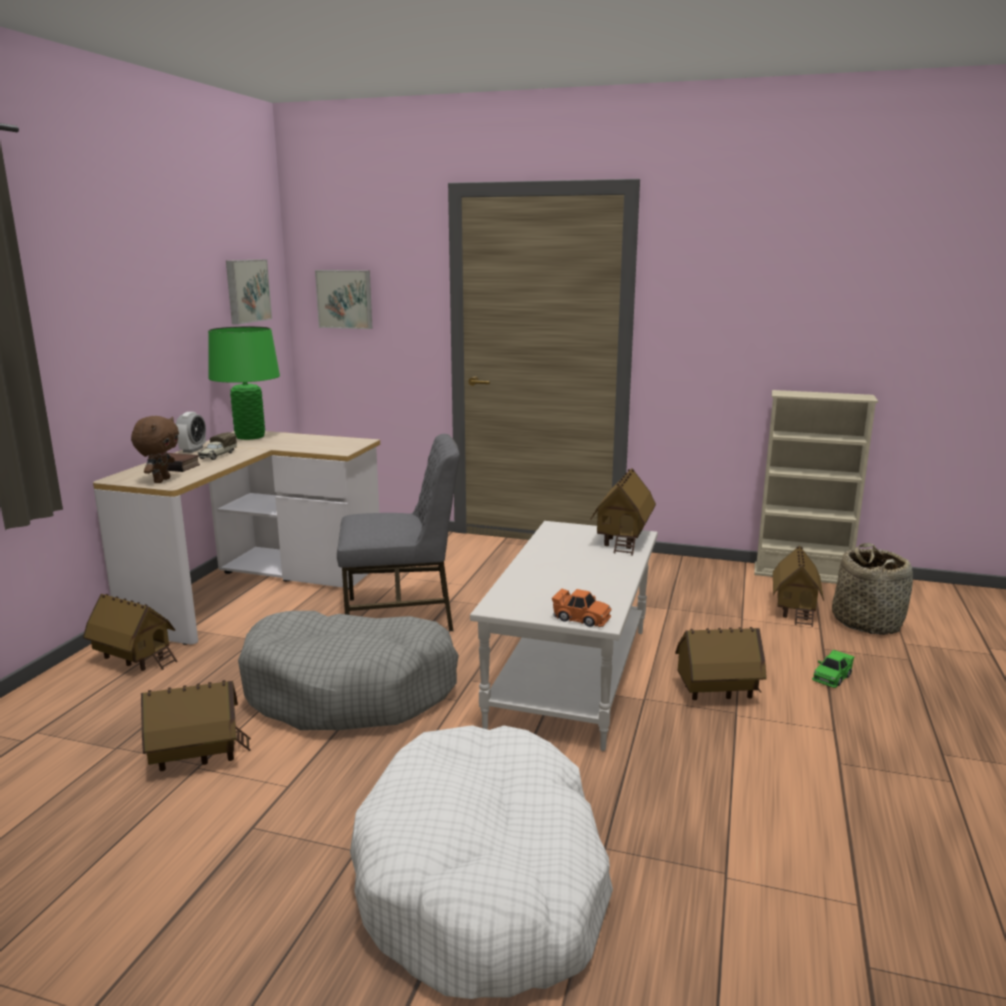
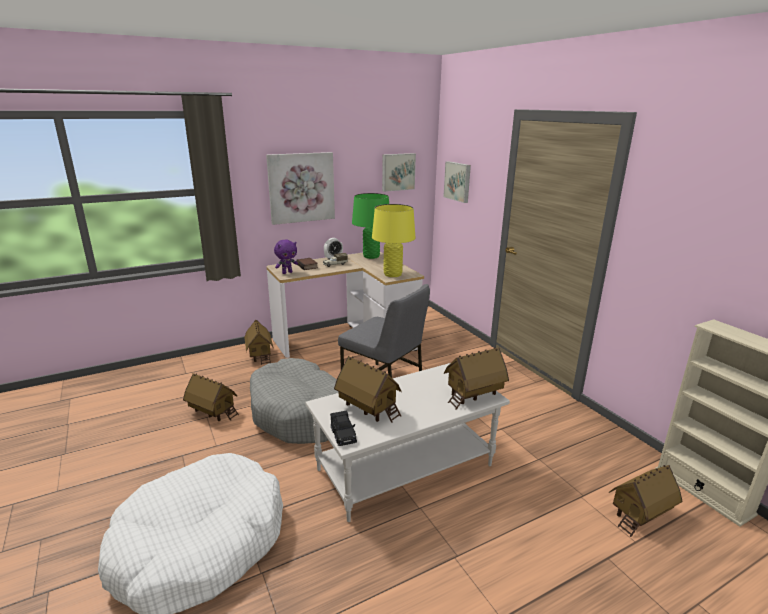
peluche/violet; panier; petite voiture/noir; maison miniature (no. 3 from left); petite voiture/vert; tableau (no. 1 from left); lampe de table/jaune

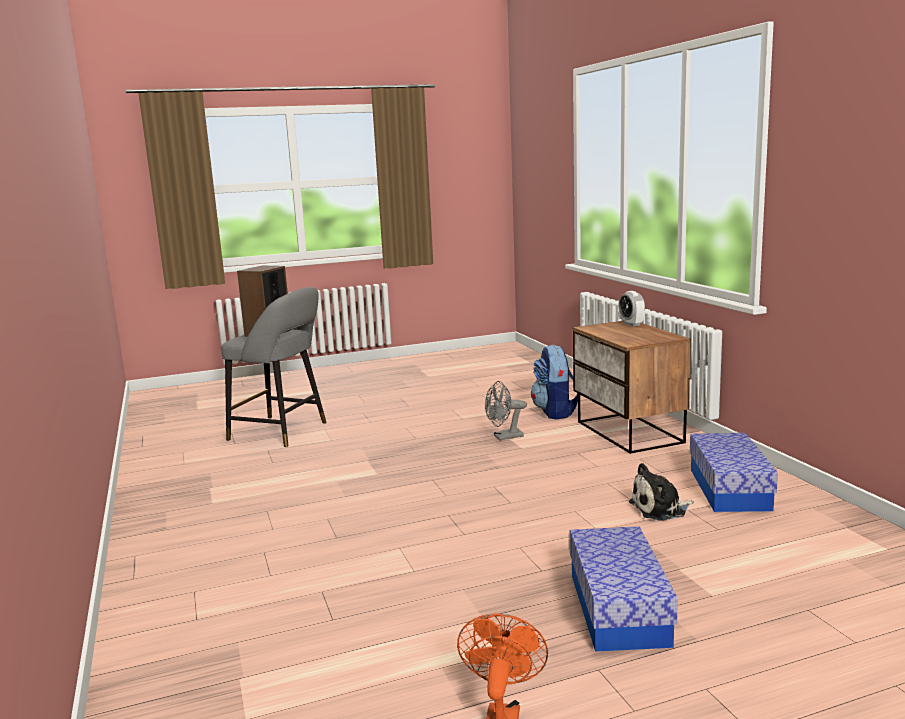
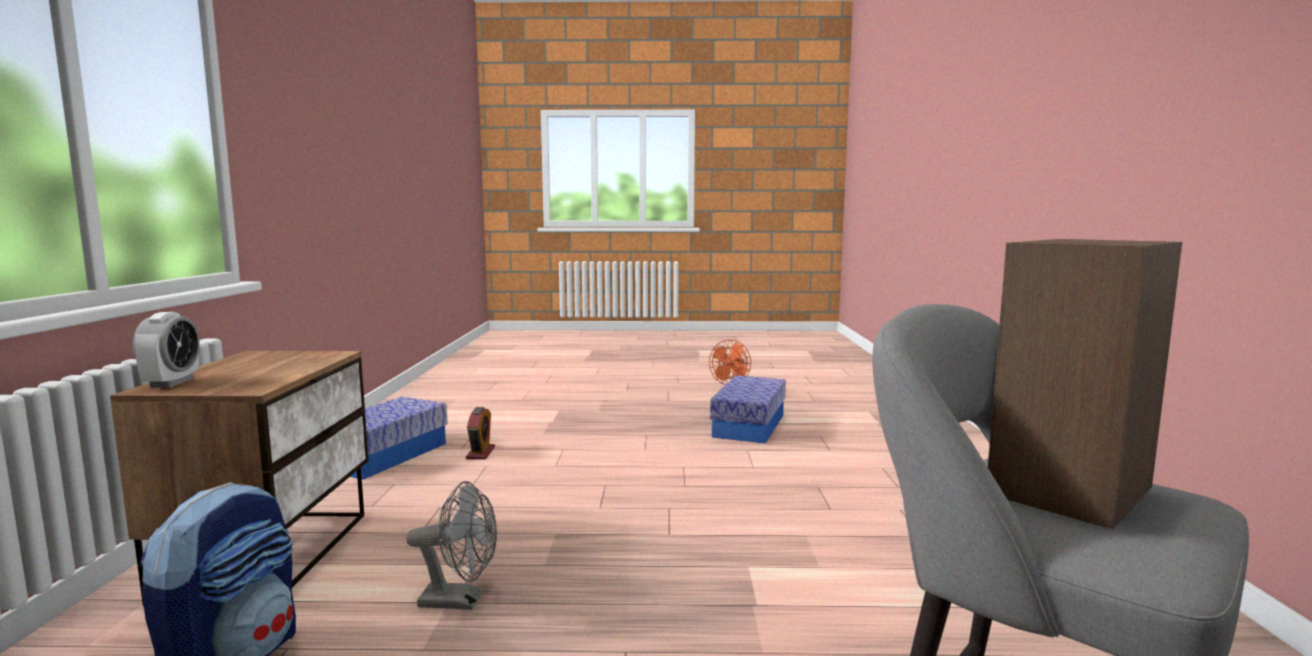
réveil (no. 2 from left); boîte de rangement (no. 2 from left)

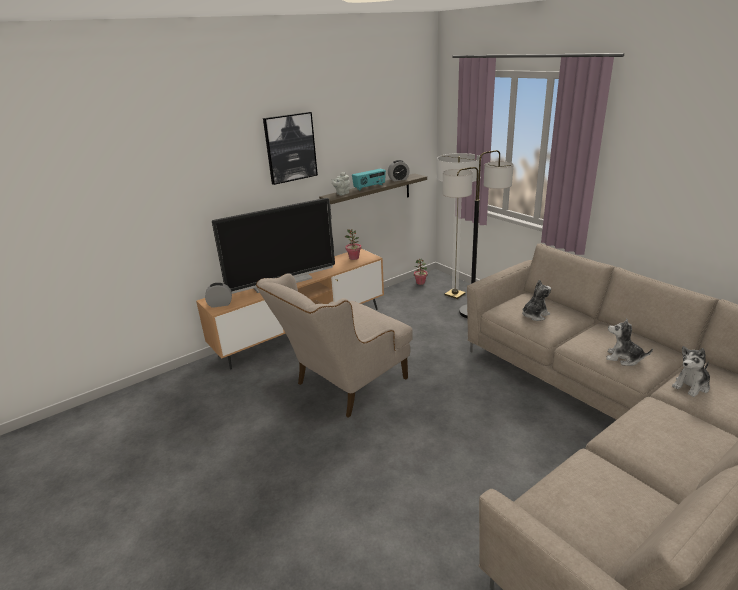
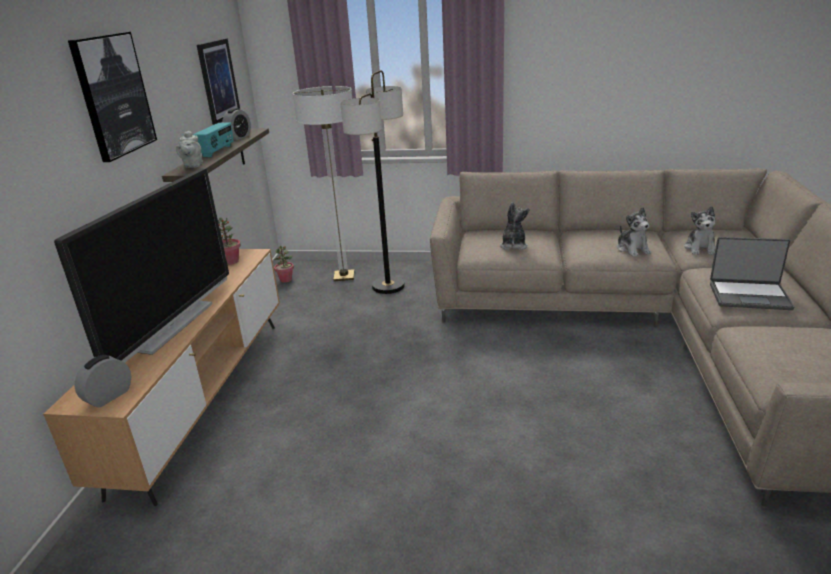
fauteuil/beige; peluche (no. 2 from left); tableau (no. 2 from left); ordinateur portable

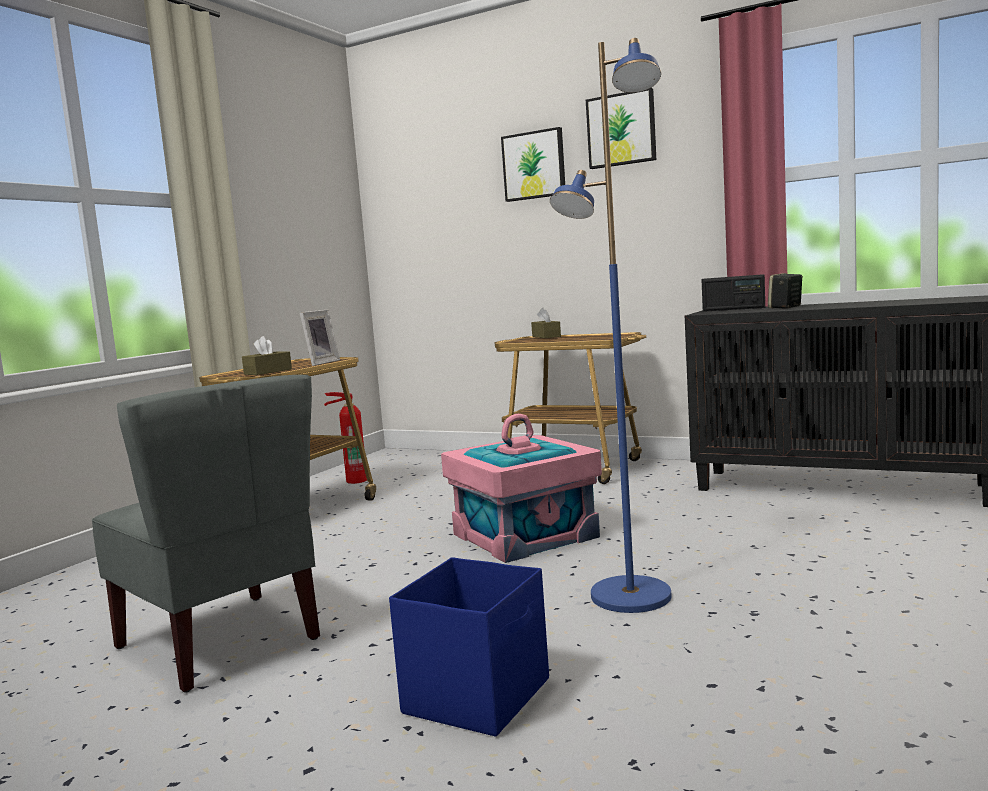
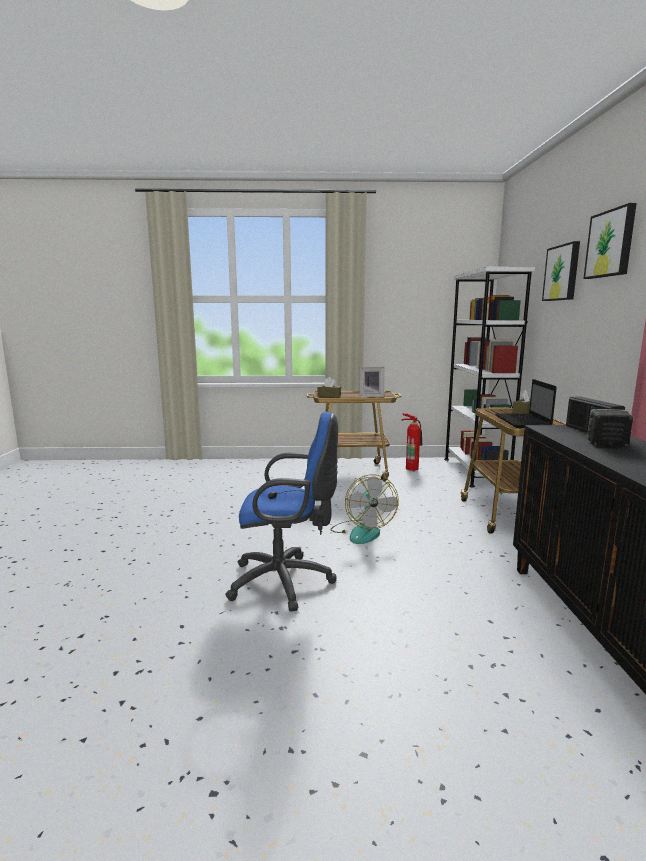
chaise de bureau/bleu; chaise/gris; ventilateur; boîte de rangement/bleu; bibliothèque/blanc; ordinateur portable

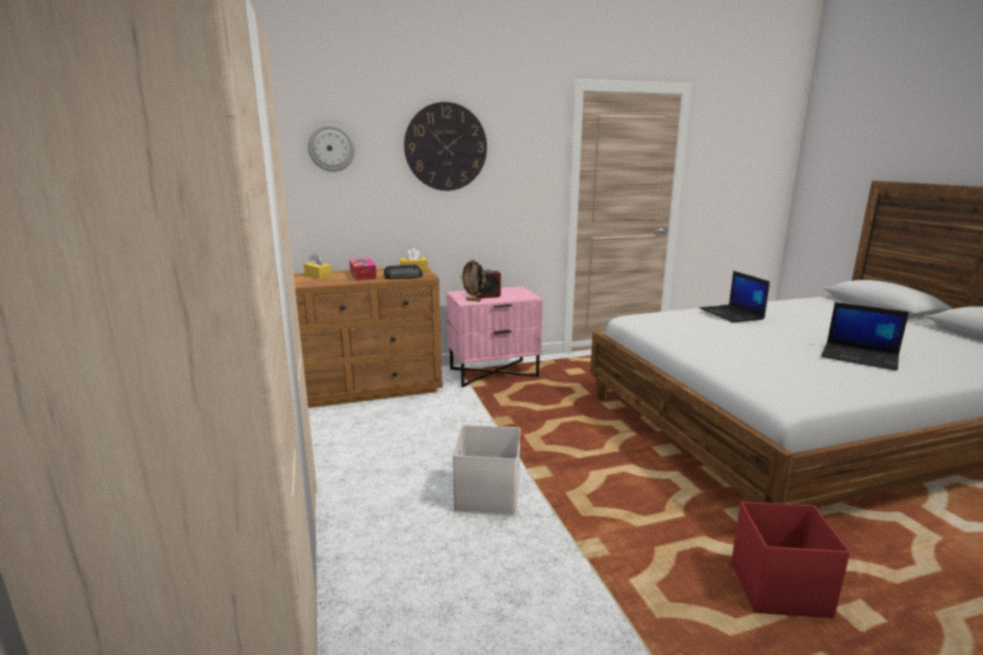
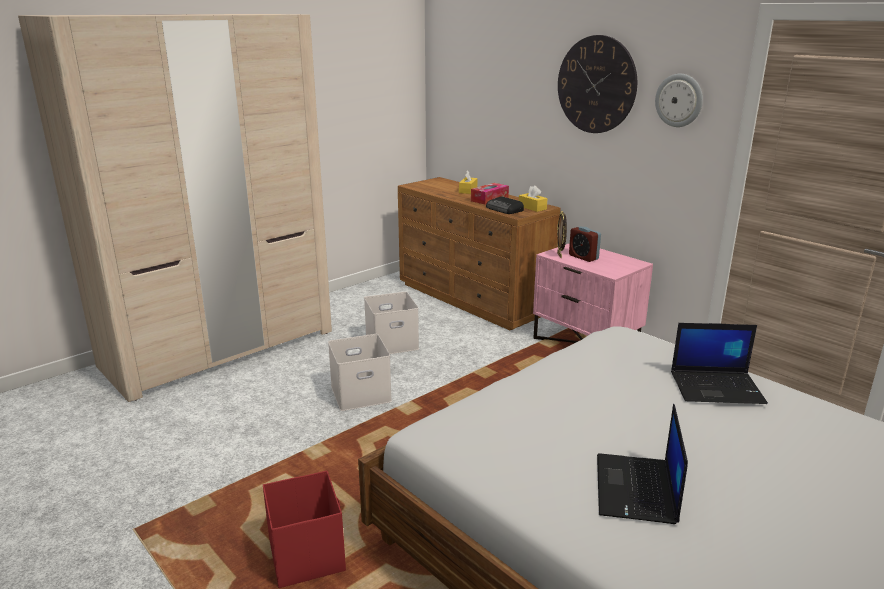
horloge murale (no. 2 from left); ordinateur portable (no. 2 from left); boîte de rangement/blanc (no. 2 from left)

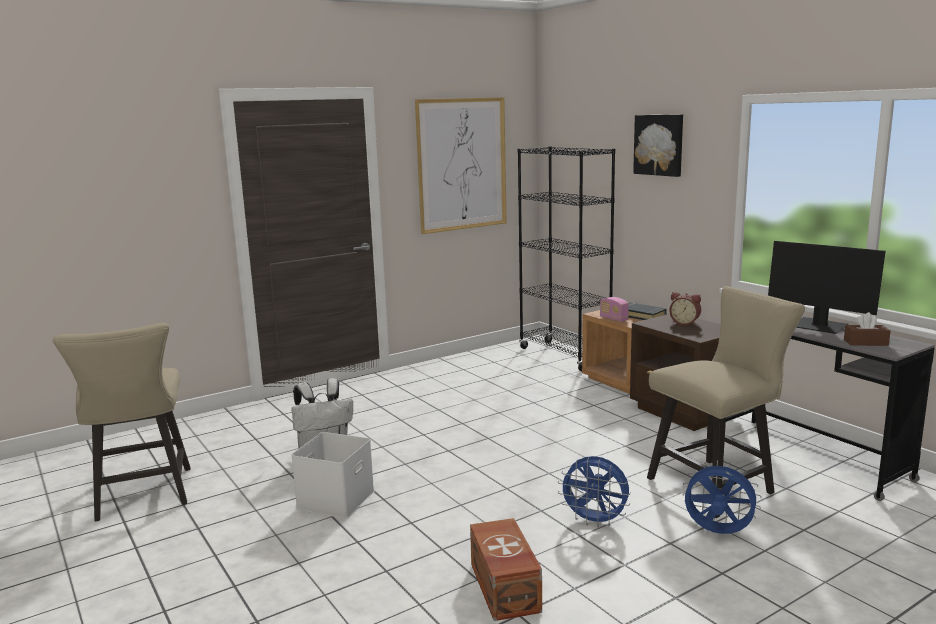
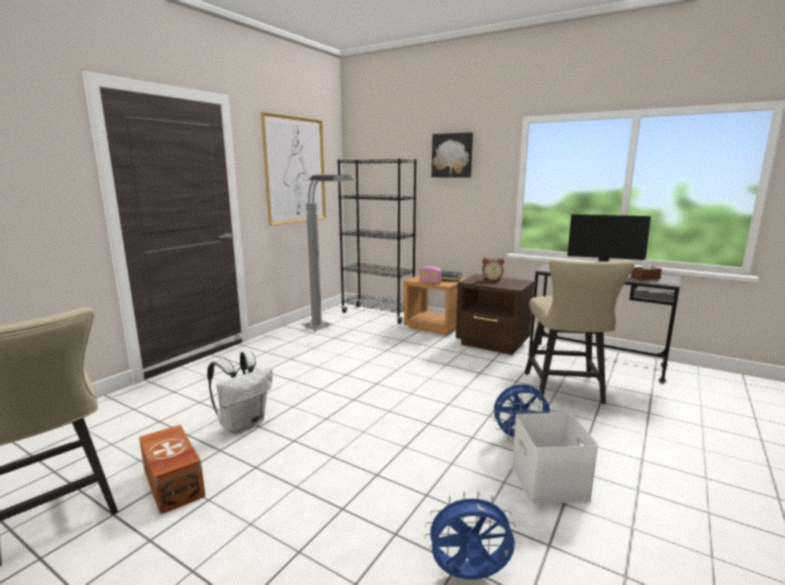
chaise/beige (no. 2 from left); boîte de rangement/blanc; ventilateur/bleu (no. 1 from left); boîte de rangement/marron; lampadaire/gris

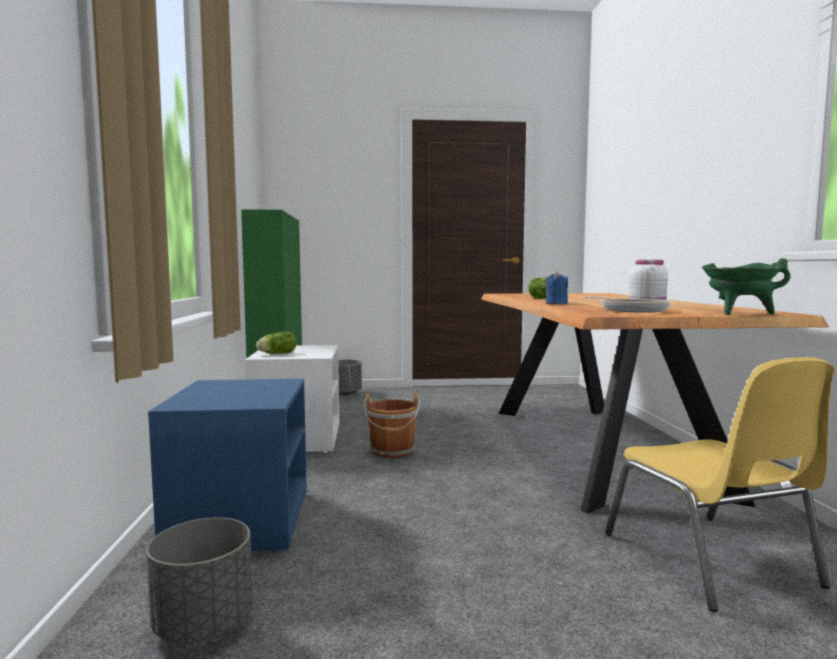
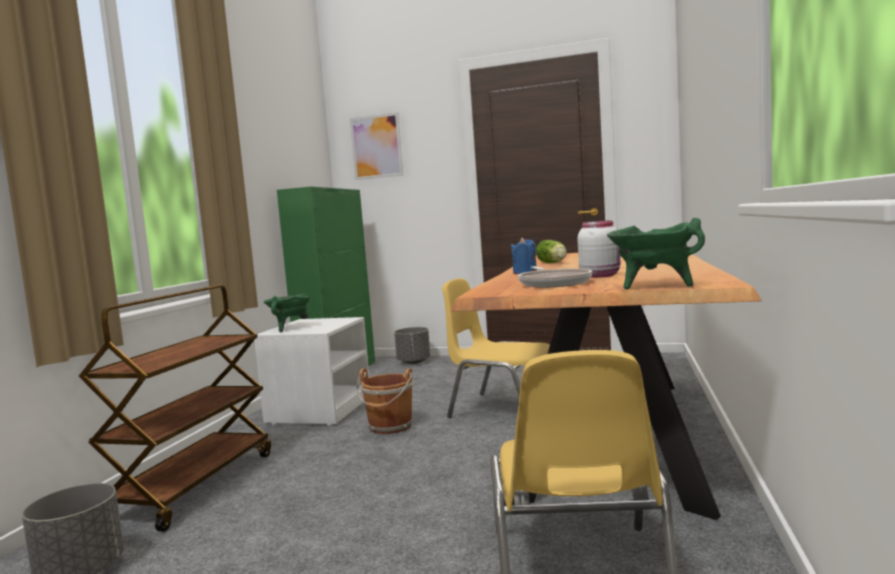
marmite/vert (no. 1 from left); chariot/marron; tableau; chaise/jaune (no. 1 from left)

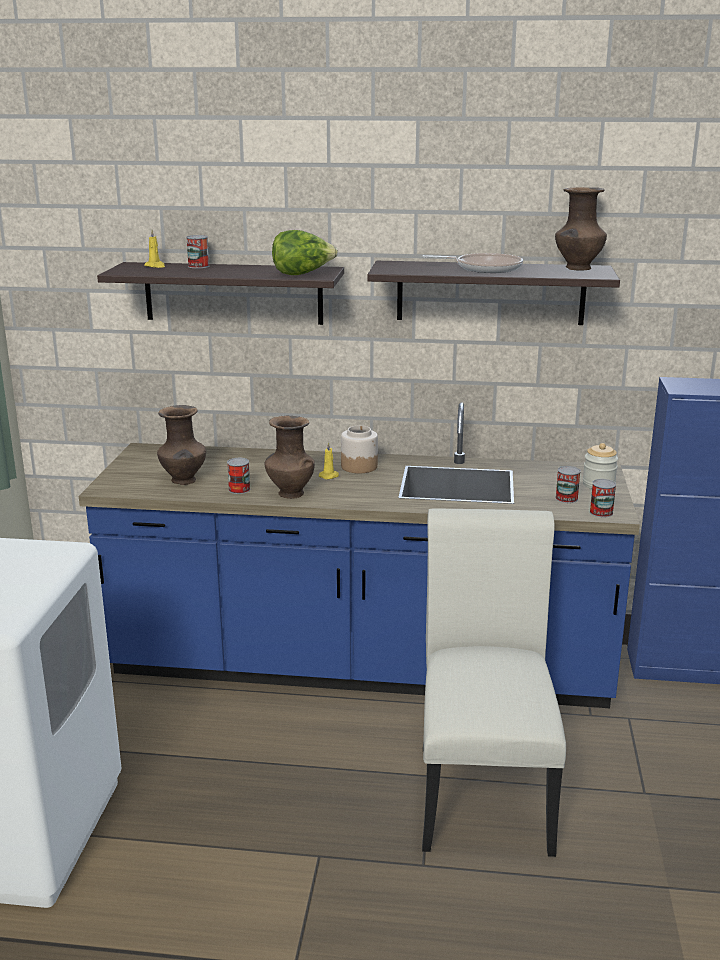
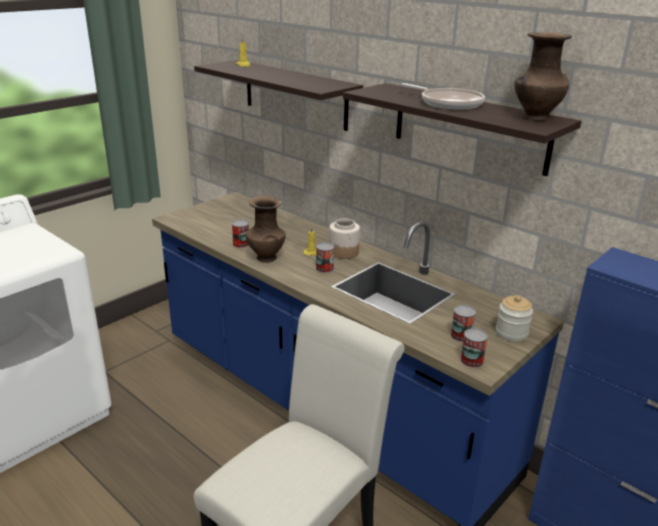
laitue; boîte métallique (no. 2 from left); vase/marron (no. 1 from left in the first image)

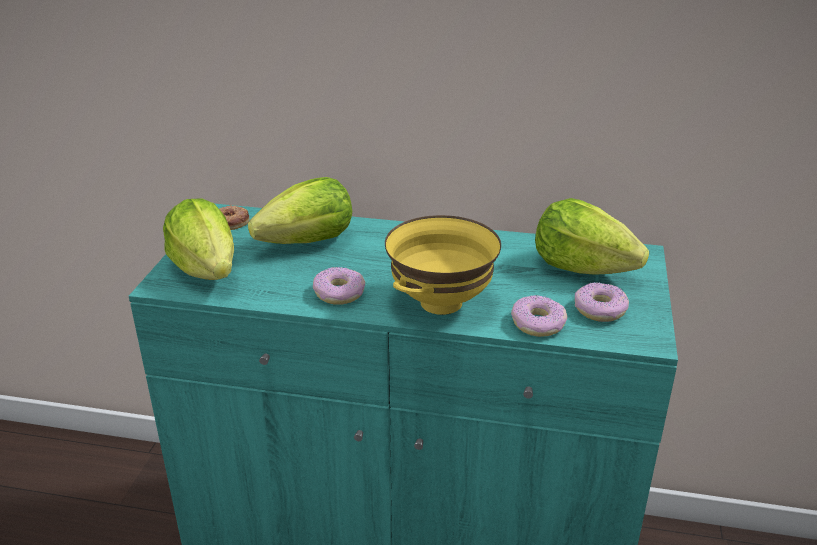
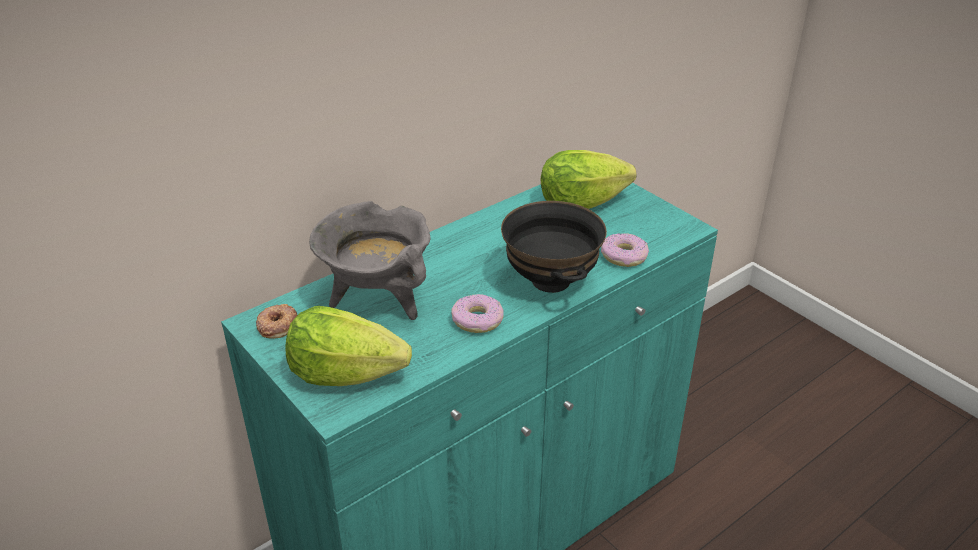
marmite/gris; bol/noir; beignet (no. 4 from left in the first image)

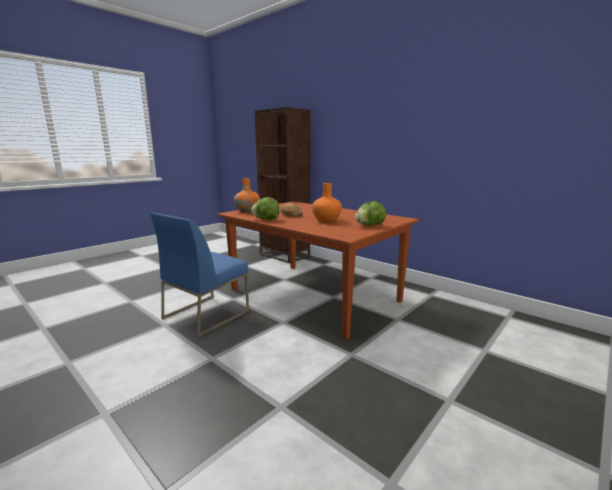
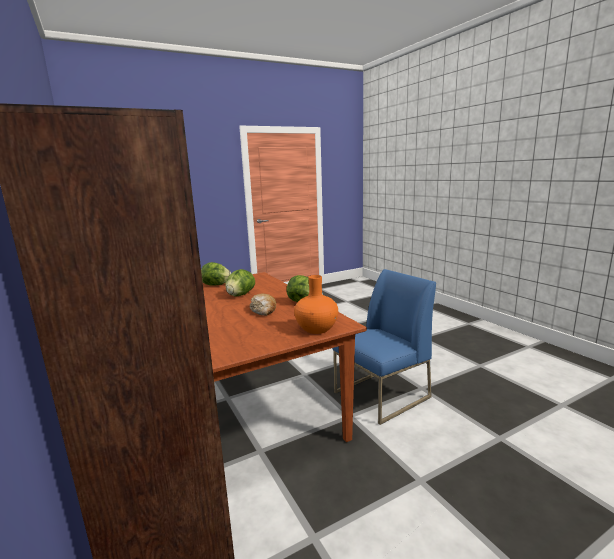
laitue (no. 2 from left)

